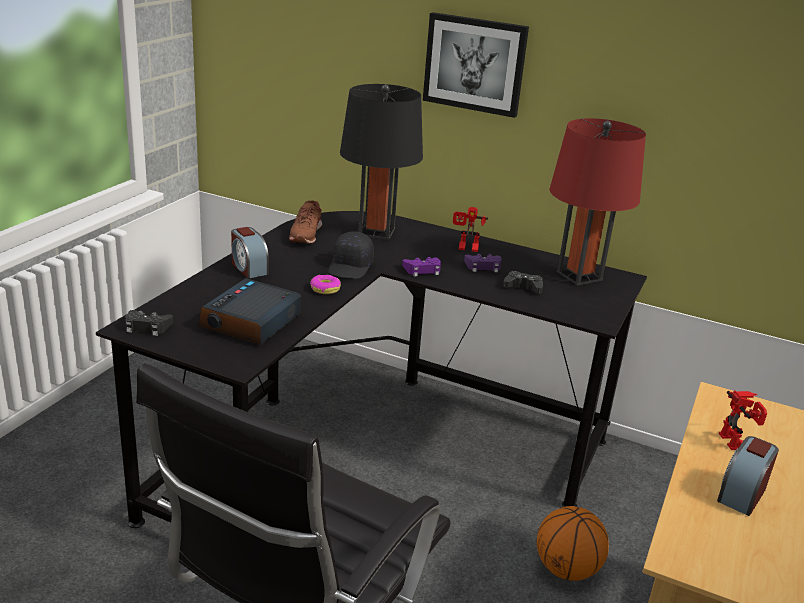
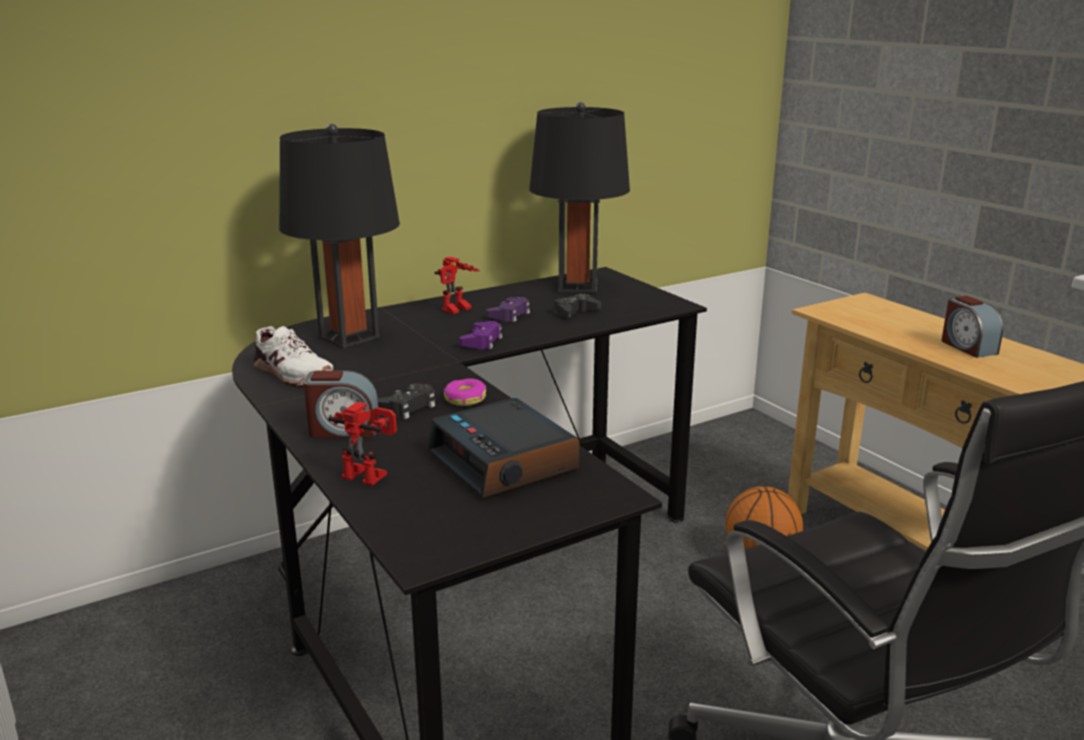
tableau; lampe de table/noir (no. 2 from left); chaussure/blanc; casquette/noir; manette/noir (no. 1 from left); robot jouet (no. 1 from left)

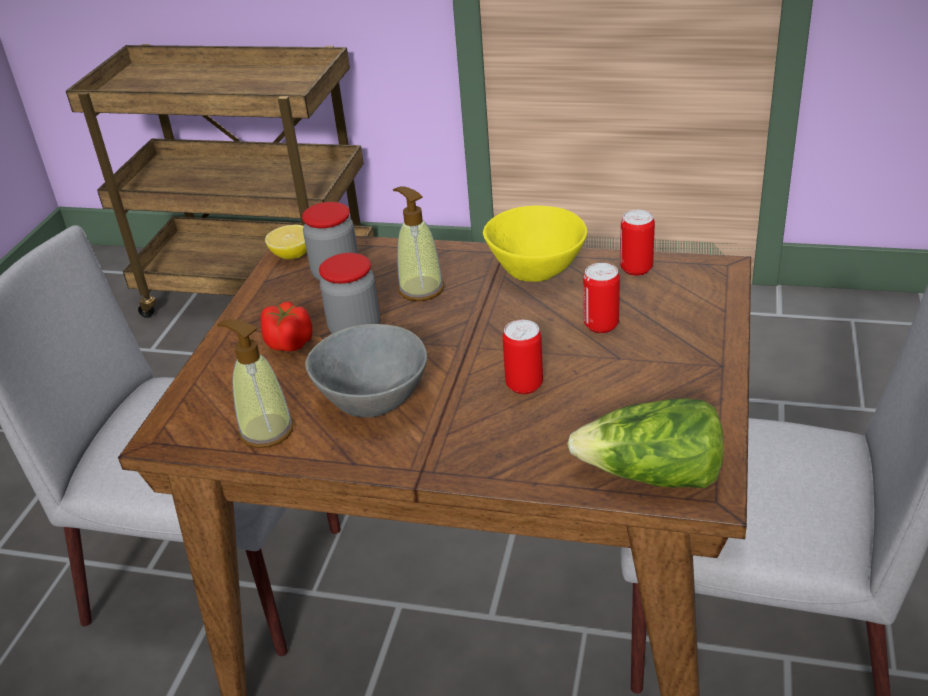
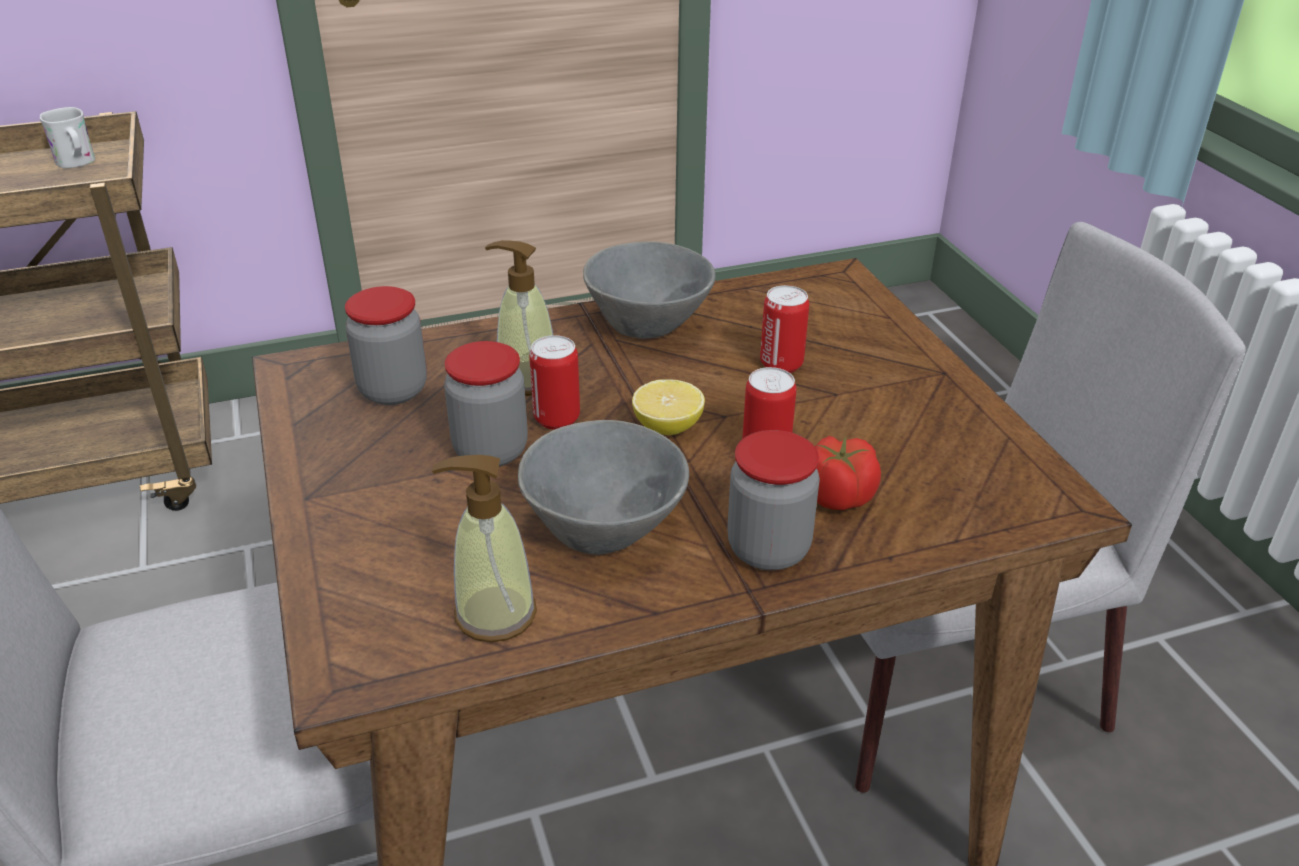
bol/gris (no. 2 from left); boîte métallique (no. 1 from left); citron; tomate; laitue; mug/blanc; bocal (no. 3 from left)

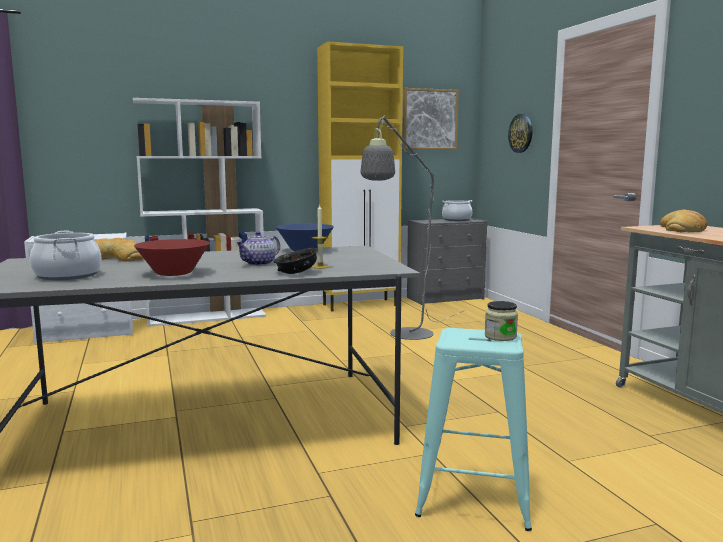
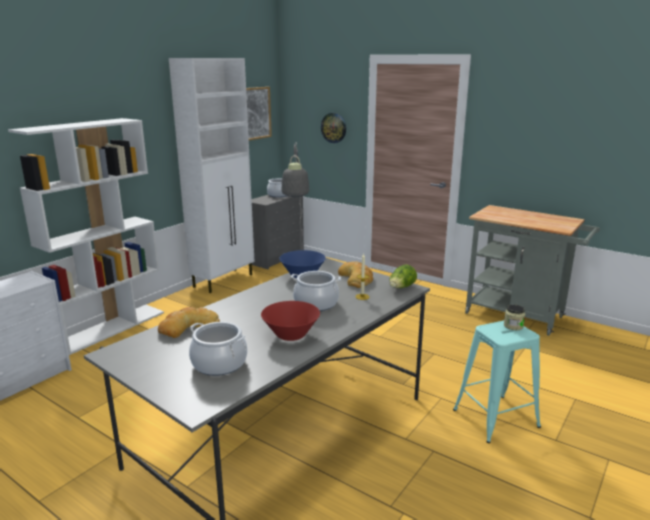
meuble de rangement/blanc; pain (no. 2 from left); marmite (no. 3 from left); bol/noir; laitue

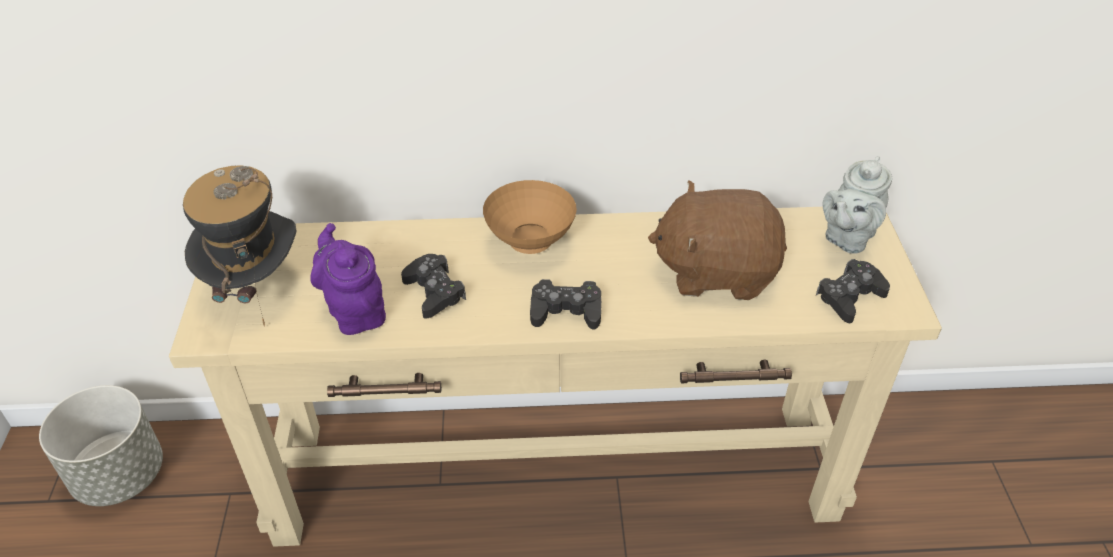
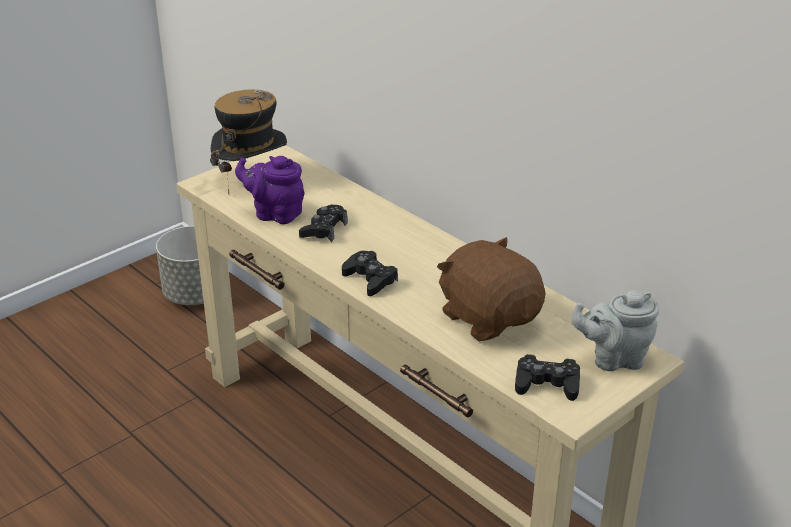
bol/marron; théière/violet

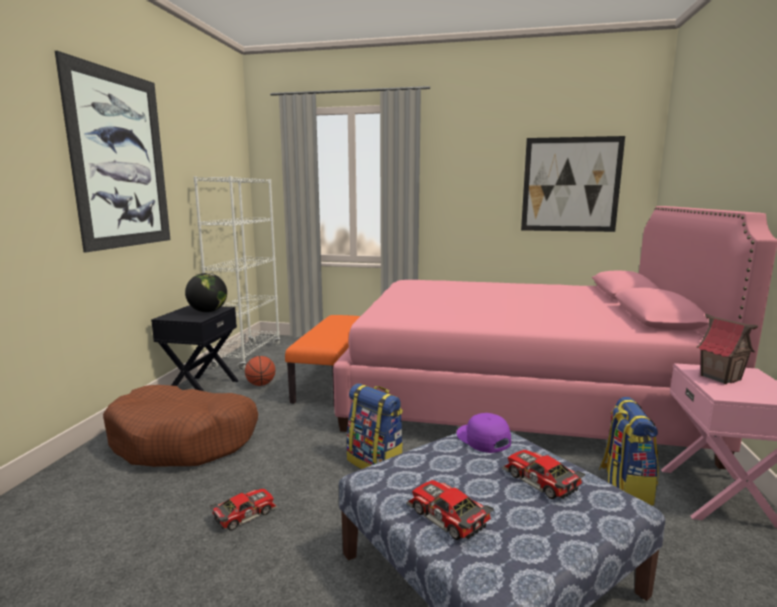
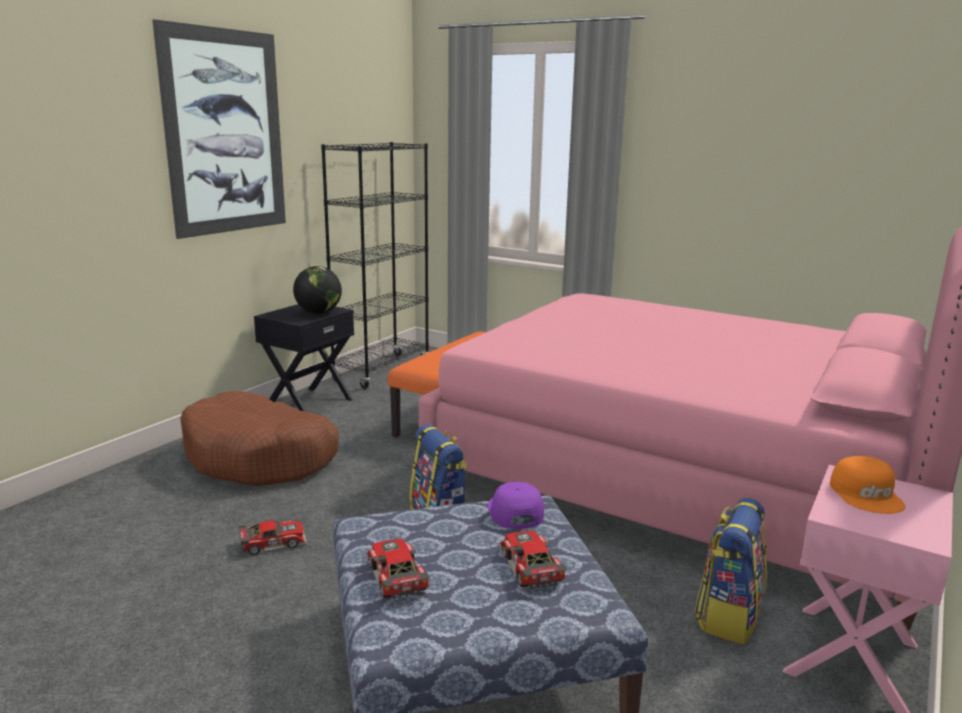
tableau (no. 2 from left in the first image); bibliothèque/noir; casquette/orange; ballon de basket

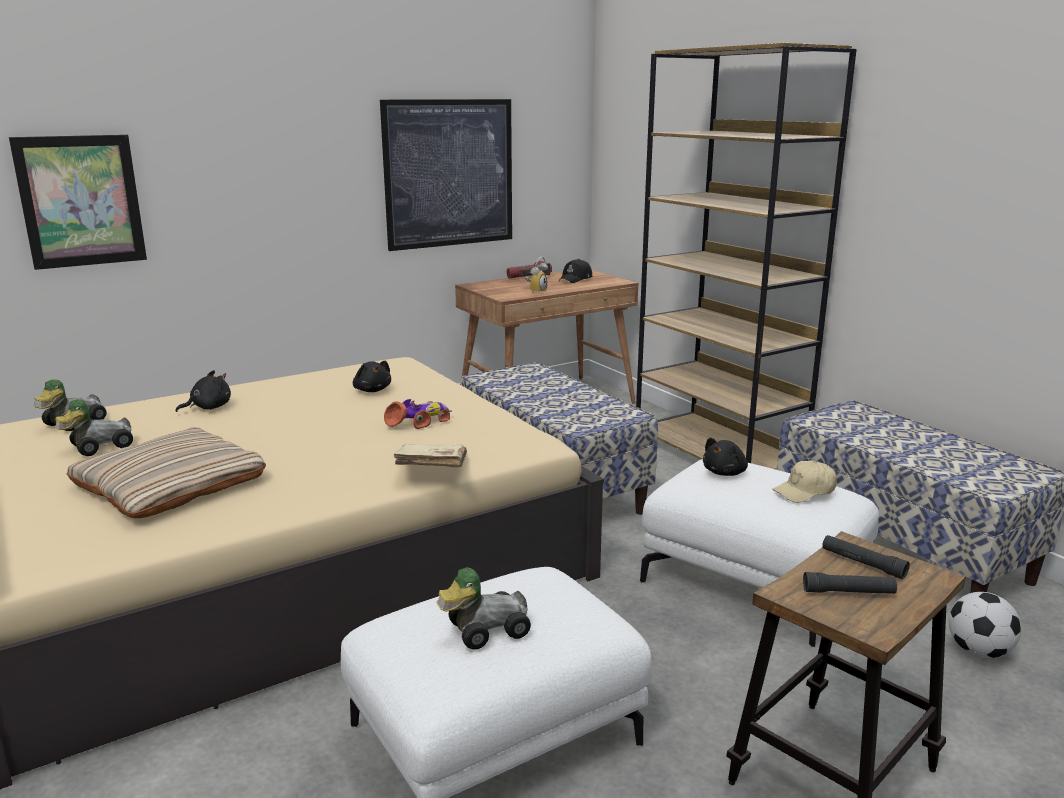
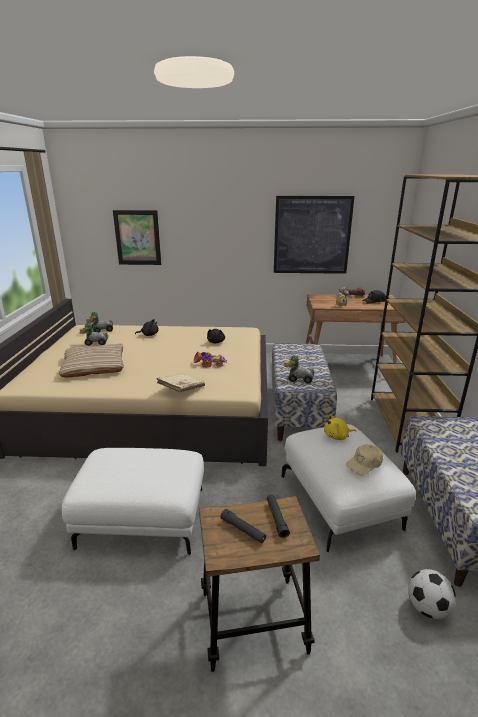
peluche/jaune; casquette/beige; petite voiture (no. 4 from left)

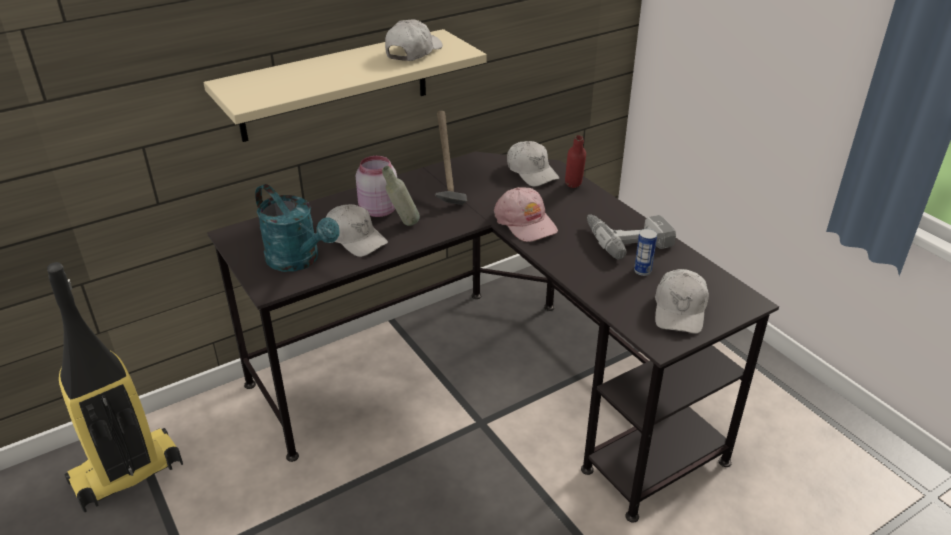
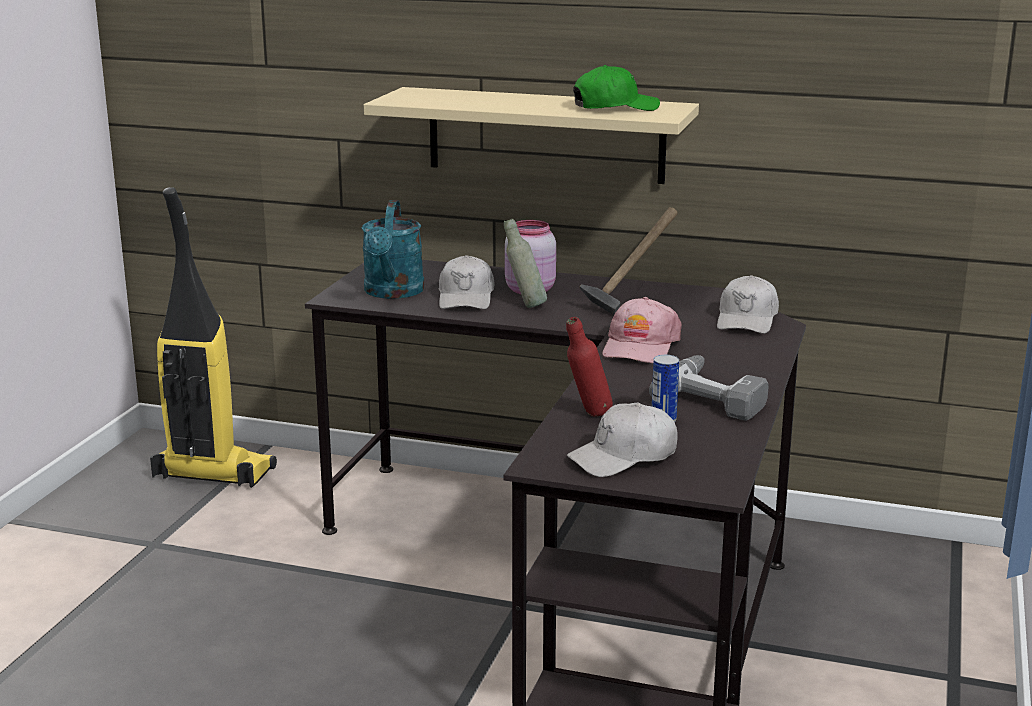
casquette/vert; bouteille/rouge

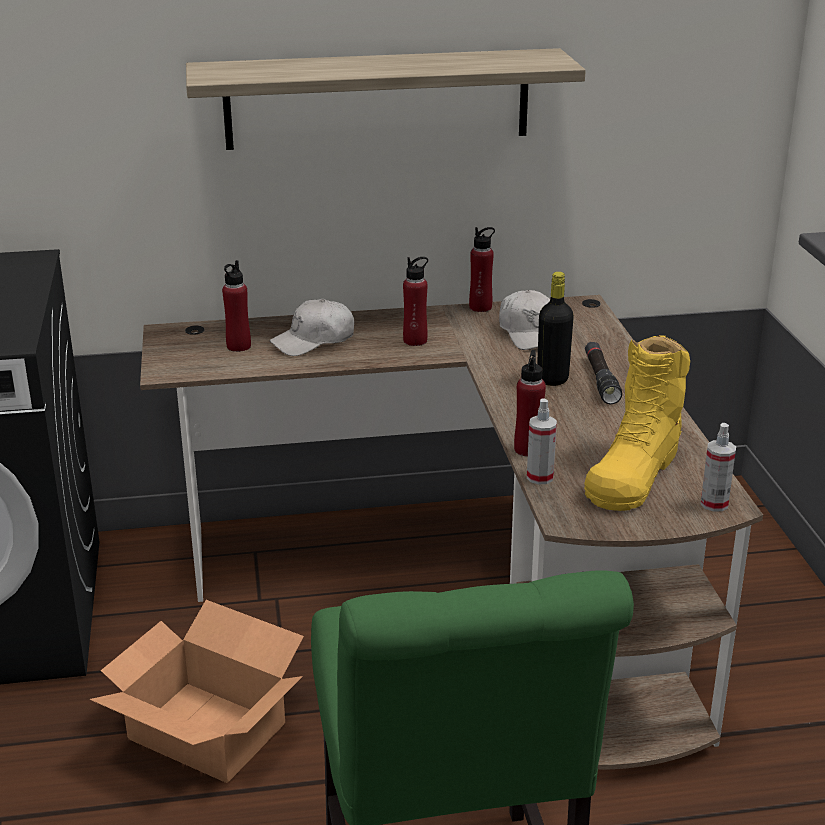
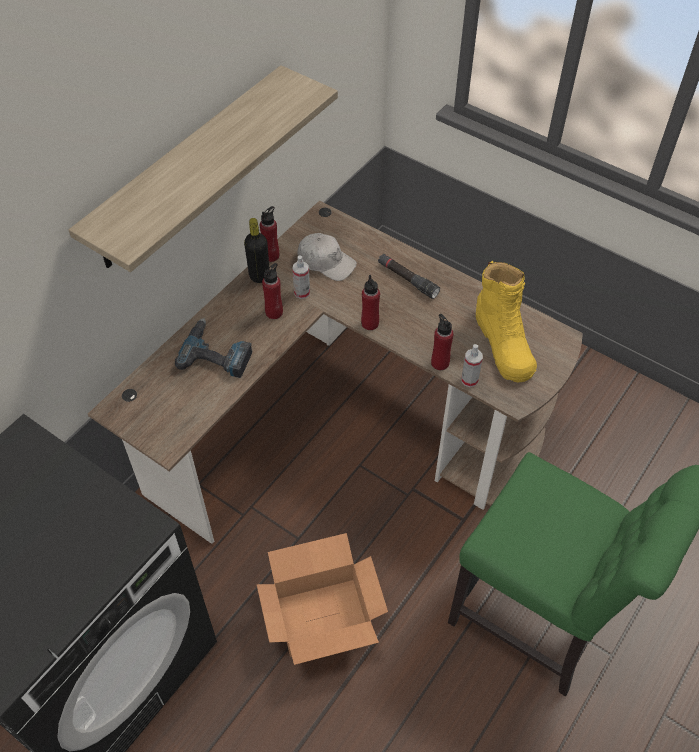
bouteille/rouge (no. 3 from left); bouteille/noir; perceuse; vaporisateur (no. 1 from left)

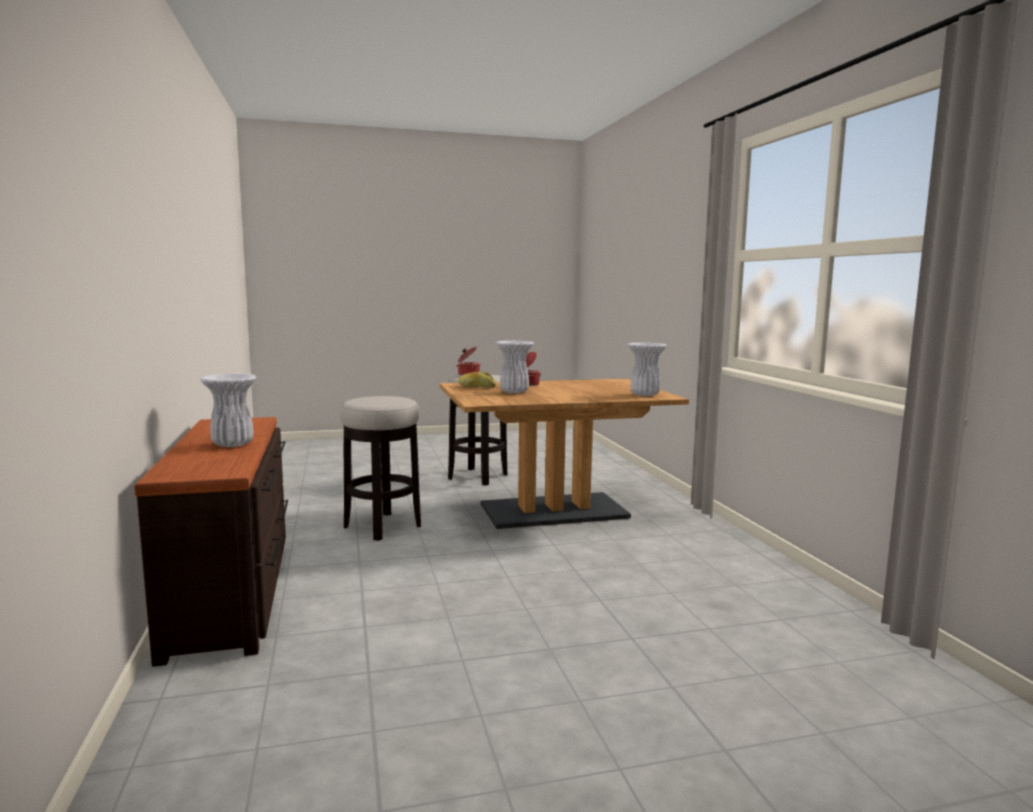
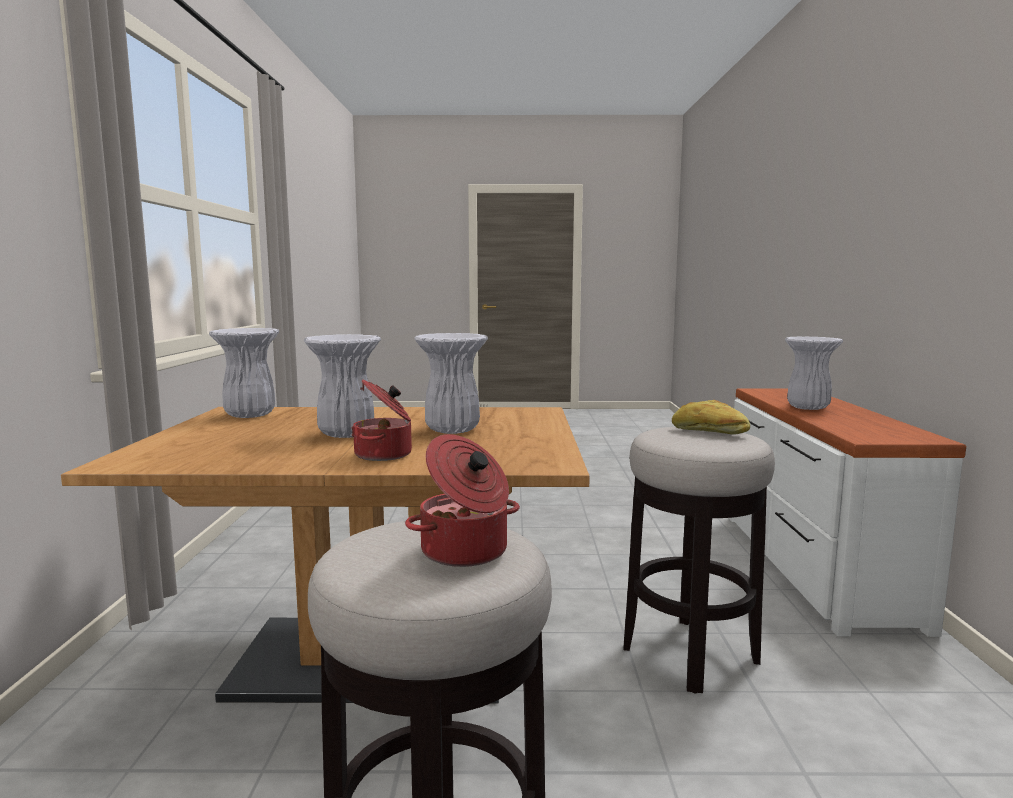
pain; commode/blanc; vase/blanc (no. 2 from left)

